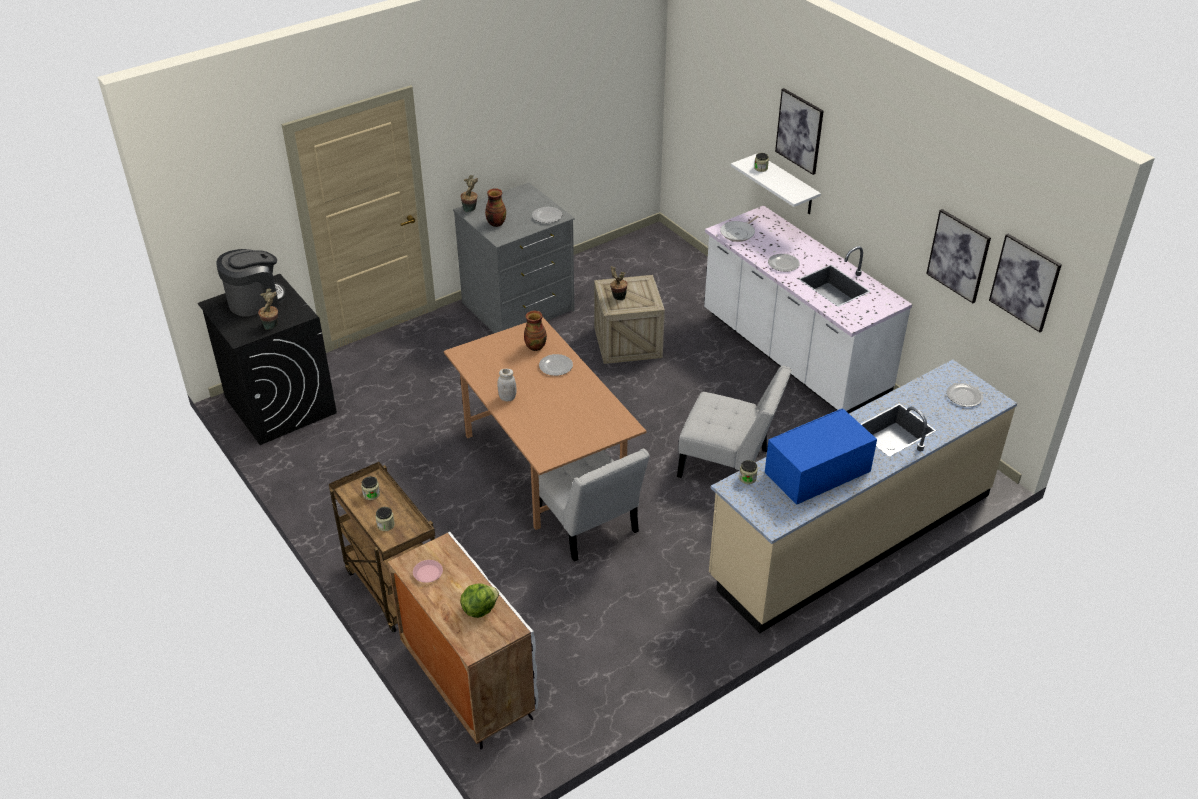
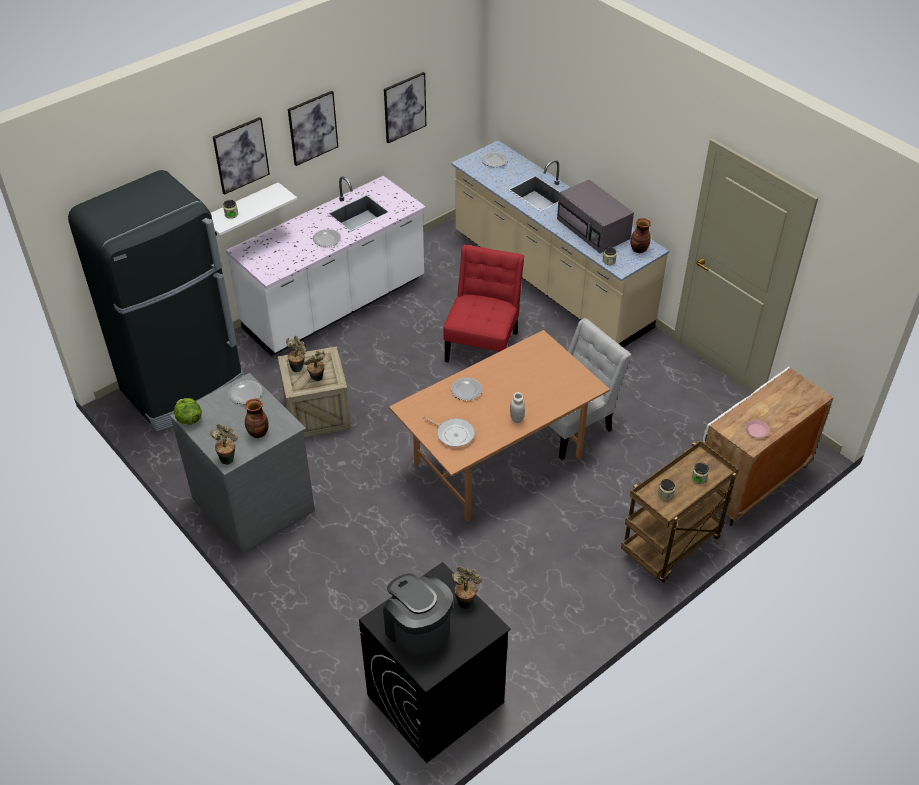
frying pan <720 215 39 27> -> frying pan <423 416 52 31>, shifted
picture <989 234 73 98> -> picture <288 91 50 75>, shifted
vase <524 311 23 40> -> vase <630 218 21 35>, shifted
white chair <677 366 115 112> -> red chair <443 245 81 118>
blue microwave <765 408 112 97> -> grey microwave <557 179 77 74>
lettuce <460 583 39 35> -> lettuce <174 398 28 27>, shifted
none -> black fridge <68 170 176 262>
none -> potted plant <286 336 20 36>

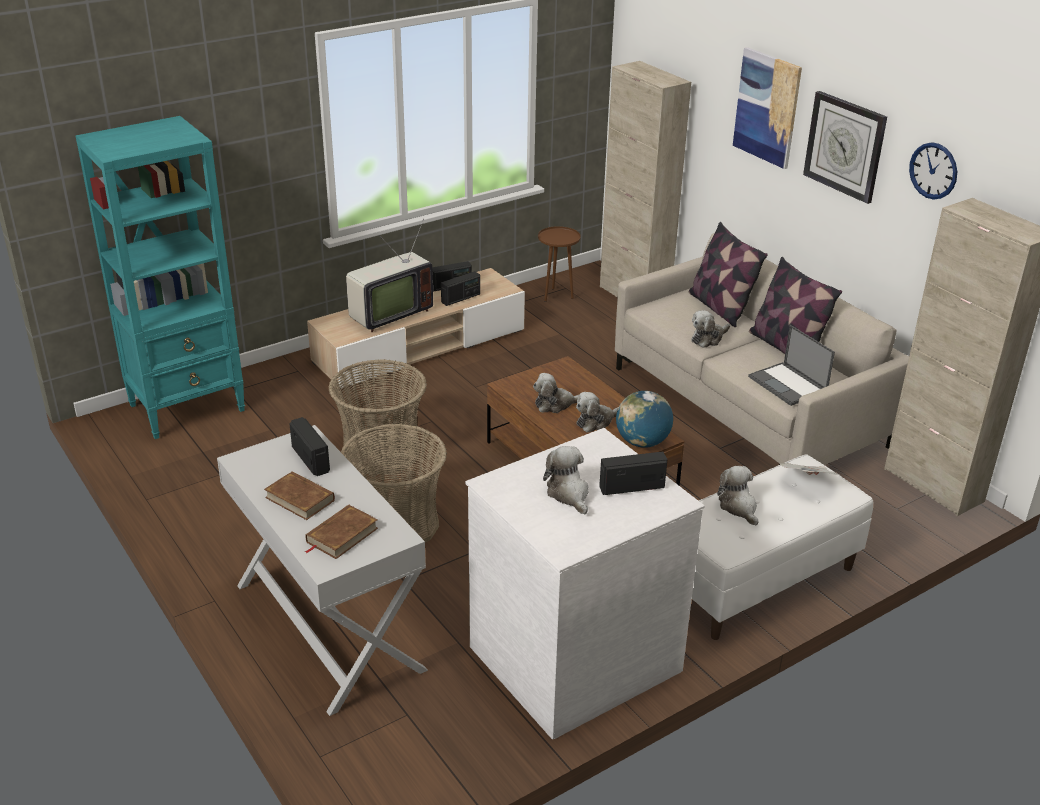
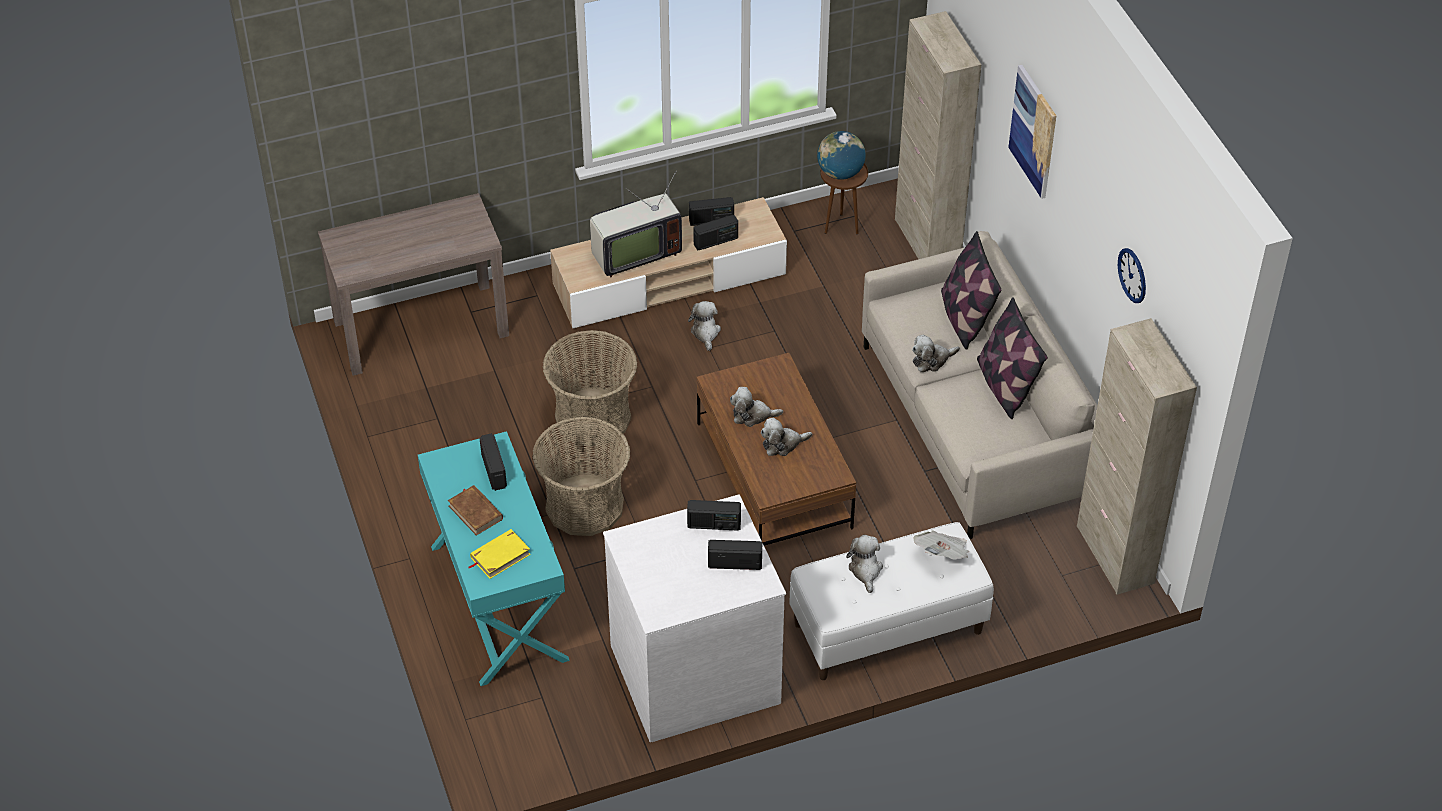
wall clock <803 91 84 113> -> none
turquoise bookcase <75 116 170 323> -> brown console table <318 193 191 183>
laptop <748 325 87 81> -> none
globe <616 391 57 57> -> globe <817 131 49 49>, shifted
white console table <217 425 211 291> -> turquoise console table <418 431 152 255>
plush toy <543 446 46 68> -> plush toy <688 301 33 50>, shifted
brown book <305 505 73 54> -> yellow book <468 529 63 50>
none -> radio <687 500 54 31>

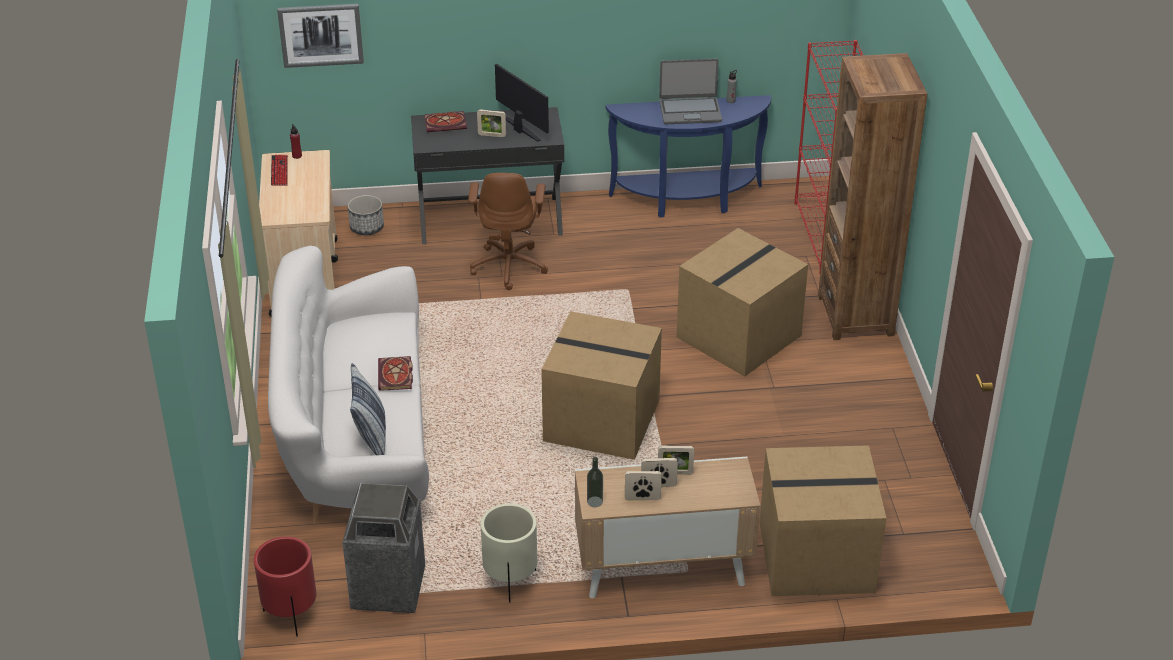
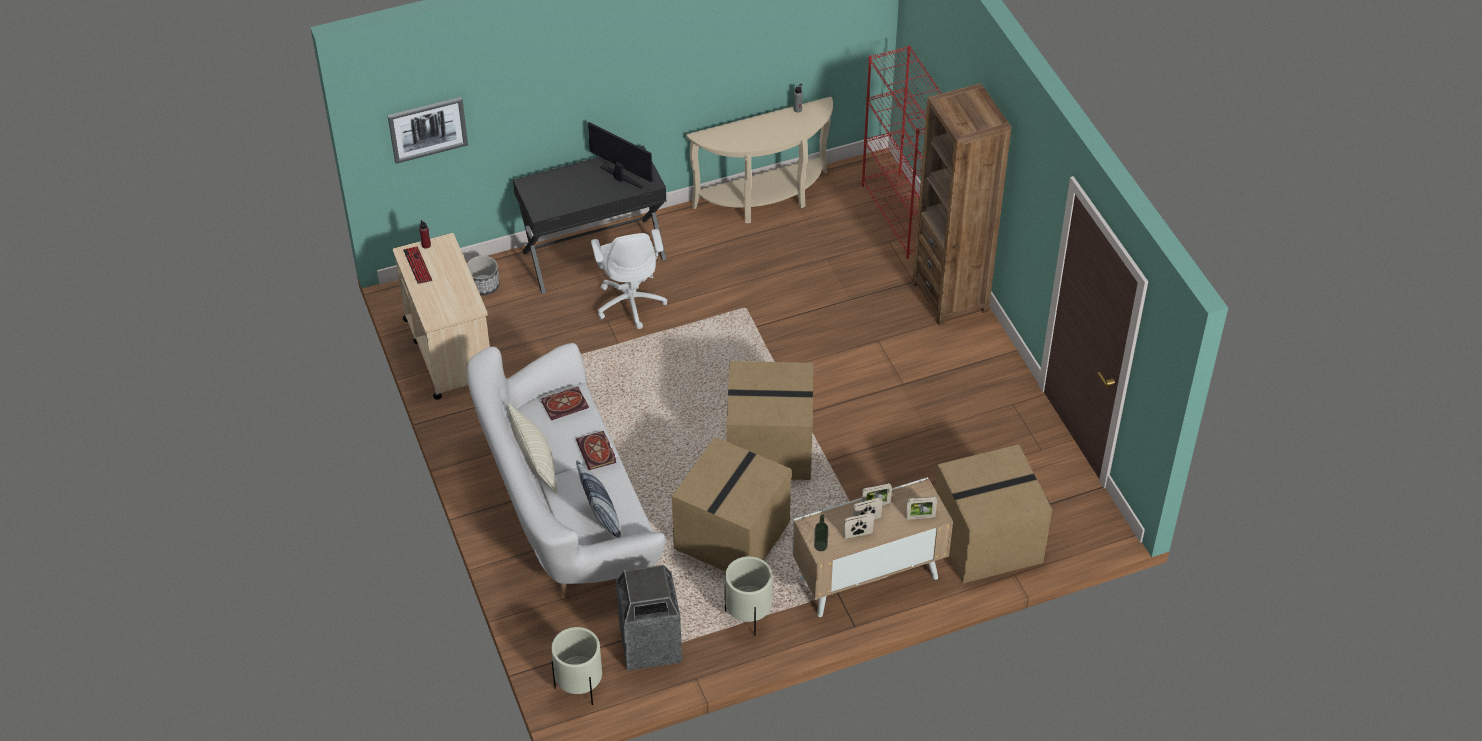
laptop <659 59 63 65> -> none
blue console table <605 95 166 123> -> beige console table <686 97 147 126>
picture frame <477 109 29 28> -> picture frame <906 497 31 23>, shifted
book <424 111 43 21> -> book <541 387 48 33>, shifted
brown office chair <468 173 80 117> -> white office chair <591 229 76 100>
cardboard box <676 228 132 149> -> cardboard box <672 437 119 135>, shifted
red planter <254 536 62 100> -> beige planter <551 627 51 78>
none -> beige pillow <507 403 50 91>

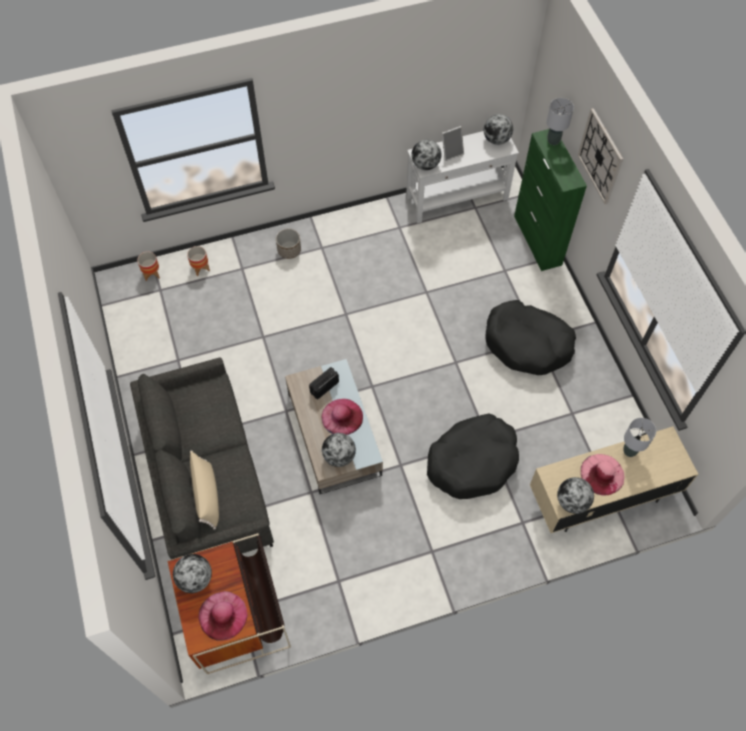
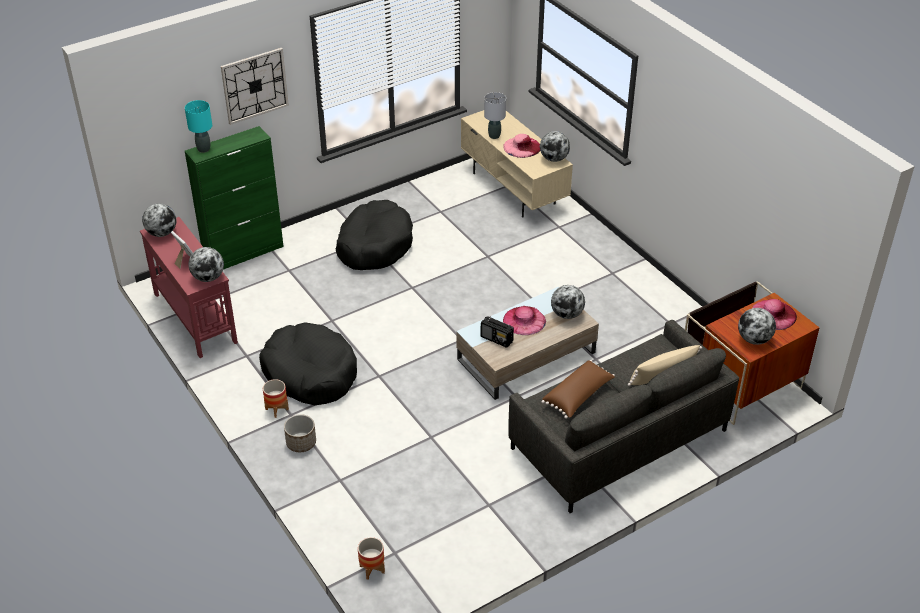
grey table lamp <546 98 28 47> -> turquoise table lamp <185 100 27 53>
white console table <406 131 113 92> -> red console table <140 217 98 141>
planter <187 246 23 30> -> planter <263 379 26 39>, shifted
black dog bed <427 413 92 86> -> black dog bed <259 322 98 83>, shifted
none -> brown pillow <541 360 74 59>

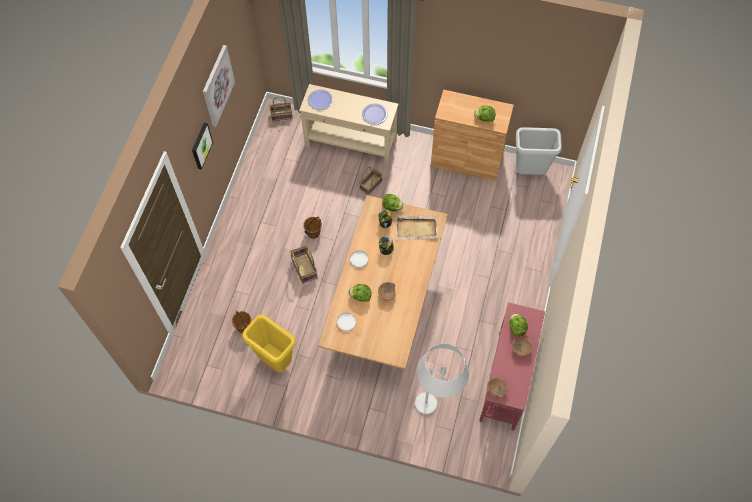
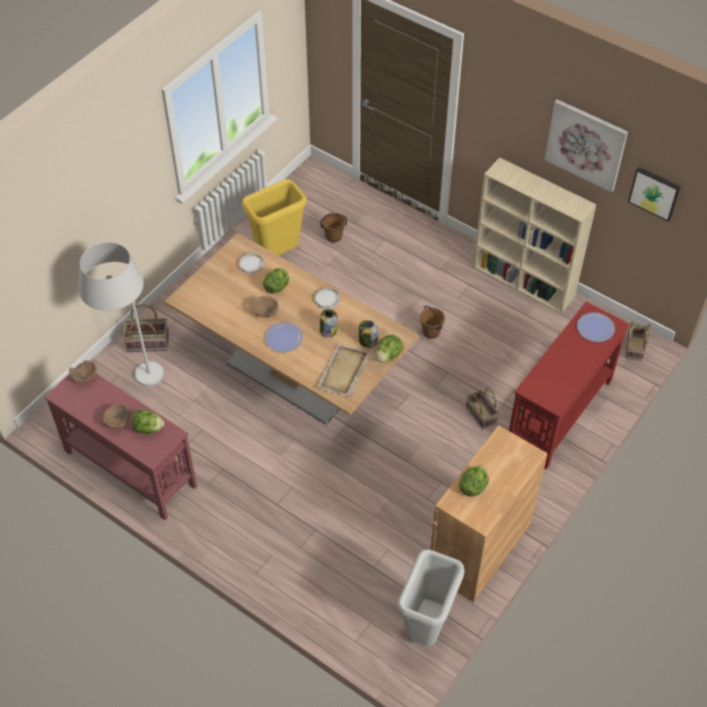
beige console table <299 84 99 82> -> red console table <509 302 121 167>
plate <362 103 26 22> -> plate <265 322 38 30>, shifted
picture <192 122 21 48> -> picture <628 167 53 55>, shifted
basket <290 245 28 39> -> basket <123 304 46 48>, shifted
none -> beige bookcase <473 157 123 157>

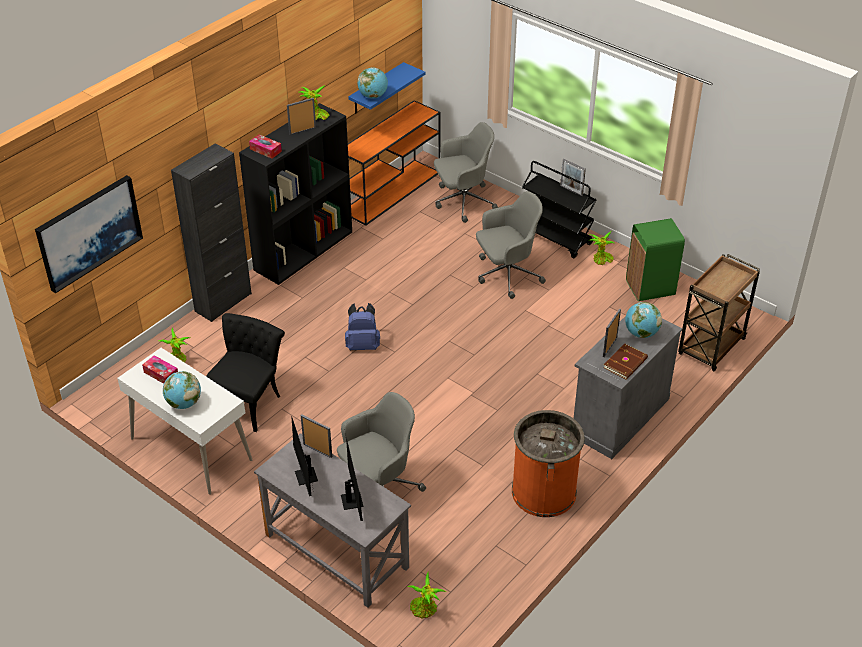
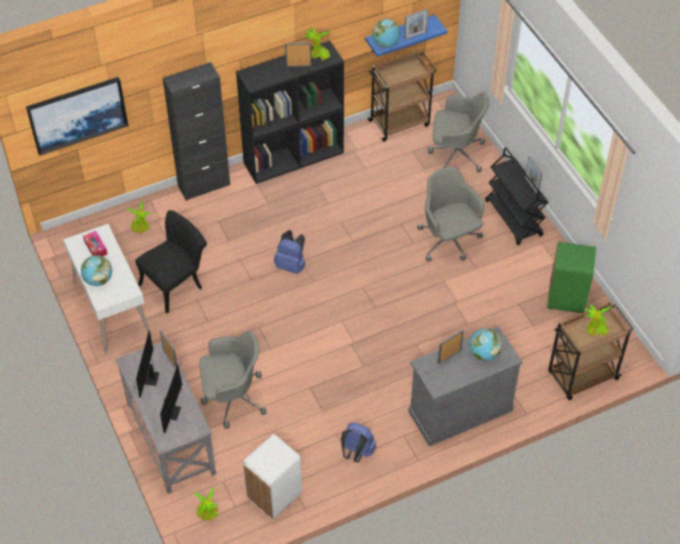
orange console table <348 100 93 125> -> brown cart <367 51 70 91>
tissue box <249 134 33 25> -> none
grey office chair <476 191 70 108> -> grey office chair <417 167 68 95>, 120 degrees counterclockwise
potted plant <589 231 26 34> -> potted plant <584 302 27 34>, shifted
brown book <604 344 44 36> -> none
orange trash can <512 410 73 107> -> blue backpack <341 423 35 40>
none -> picture frame <404 9 24 30>
none -> white trash can <243 434 59 86>

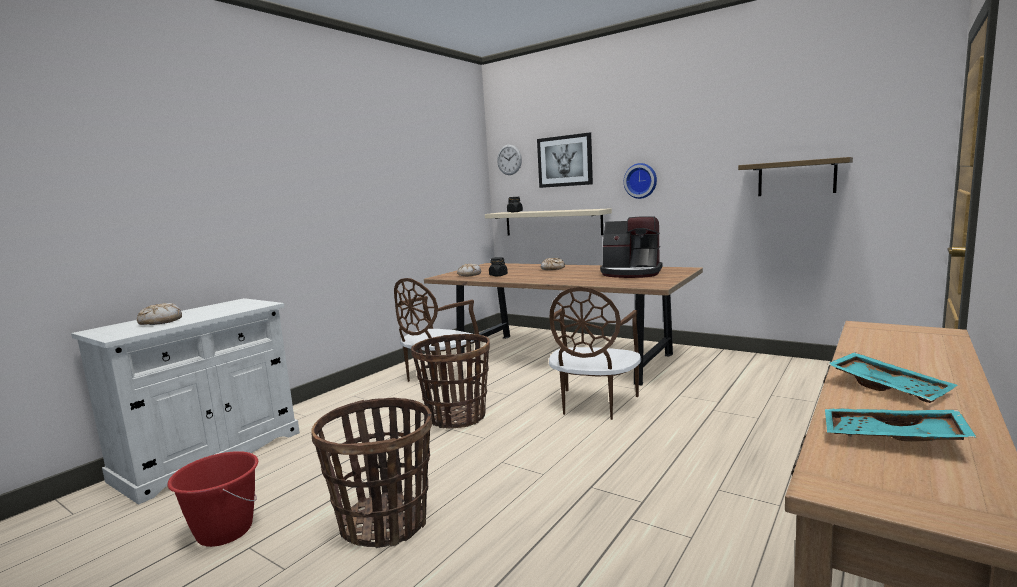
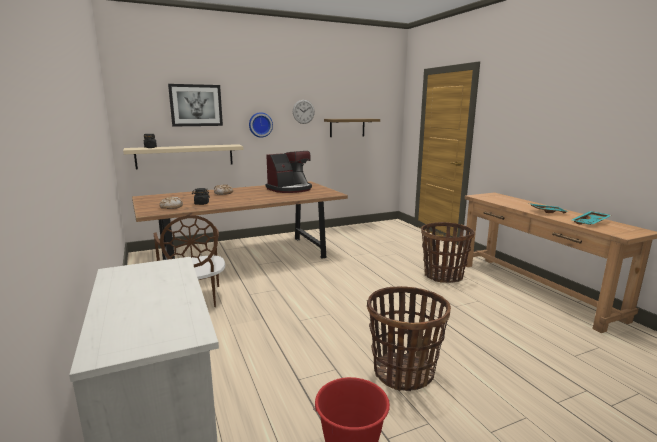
wall clock <497 145 25 30> -> wall clock <293 100 22 24>, shifted
brown chair <549 287 92 133> -> none
bread <137 303 45 22> -> none
basket <411 334 79 94> -> basket <421 222 53 61>, shifted

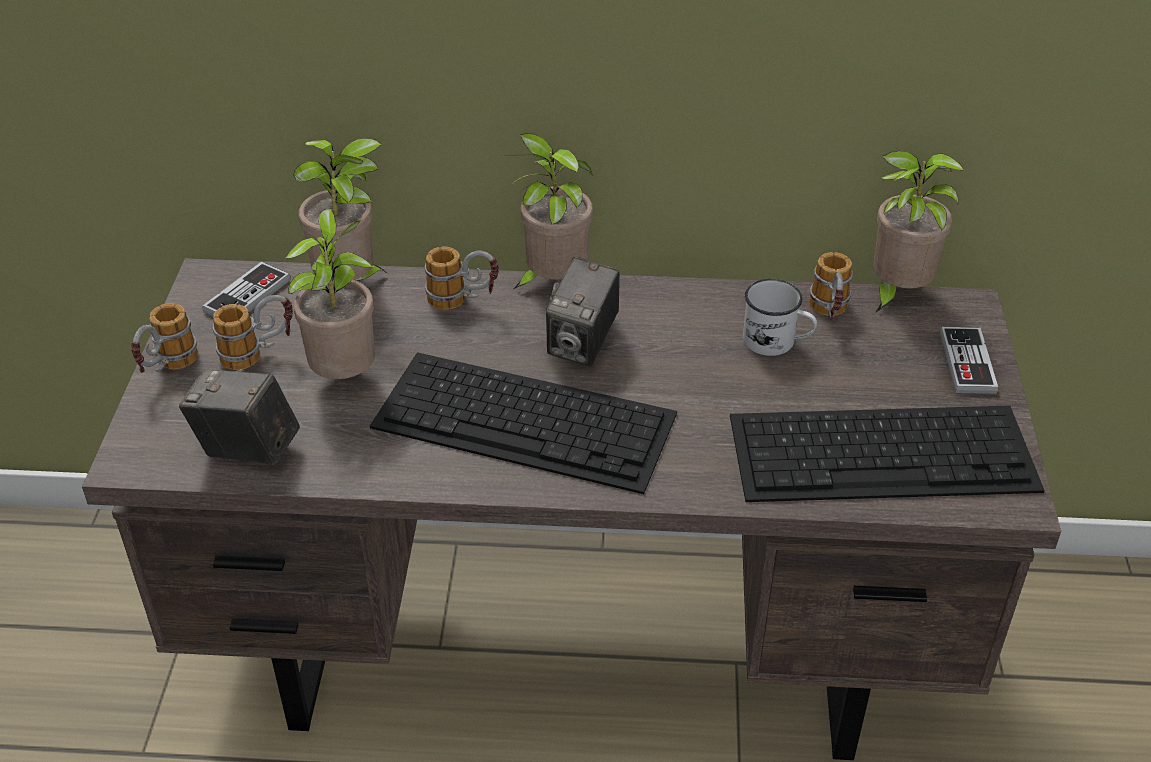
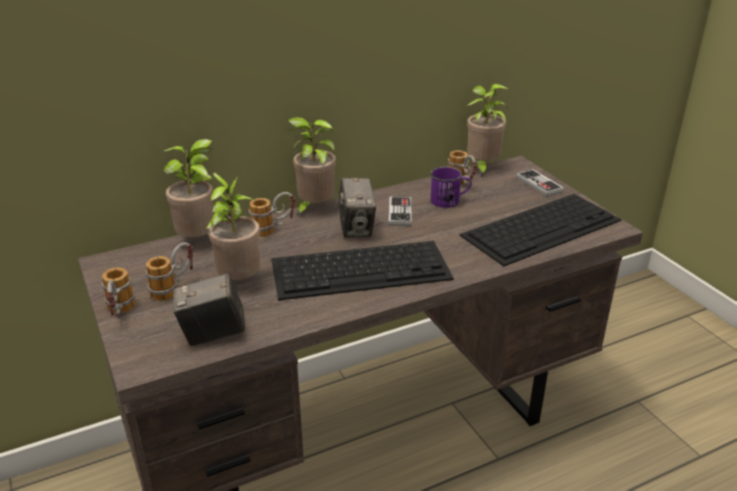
game controller <202 262 89 55> -> game controller <388 196 24 30>, shifted
white mug <743 279 74 77> -> purple mug <431 166 41 42>

